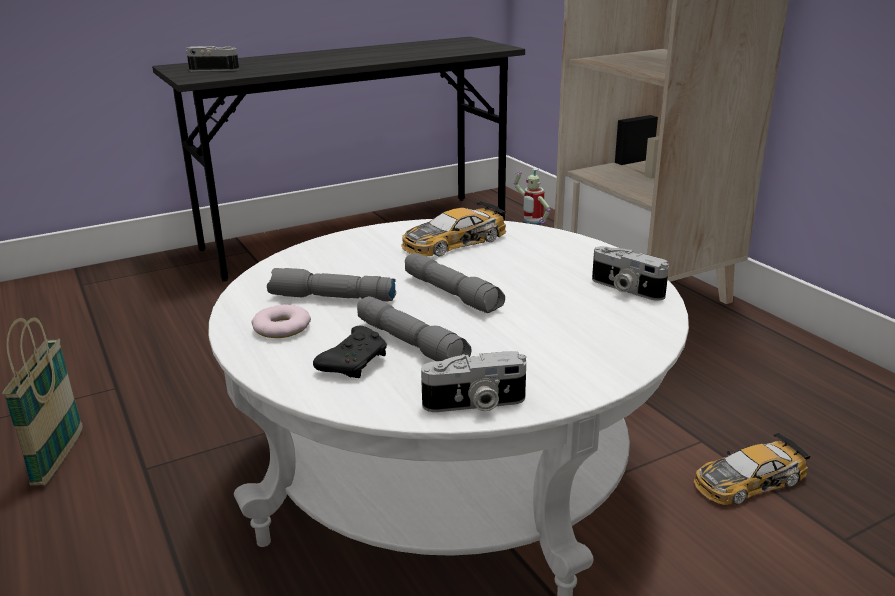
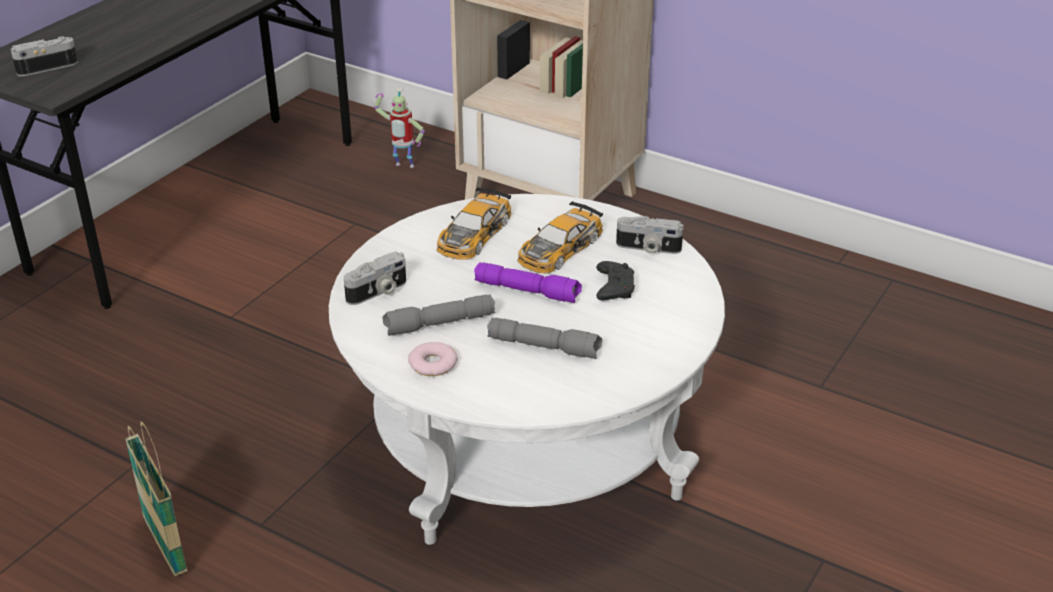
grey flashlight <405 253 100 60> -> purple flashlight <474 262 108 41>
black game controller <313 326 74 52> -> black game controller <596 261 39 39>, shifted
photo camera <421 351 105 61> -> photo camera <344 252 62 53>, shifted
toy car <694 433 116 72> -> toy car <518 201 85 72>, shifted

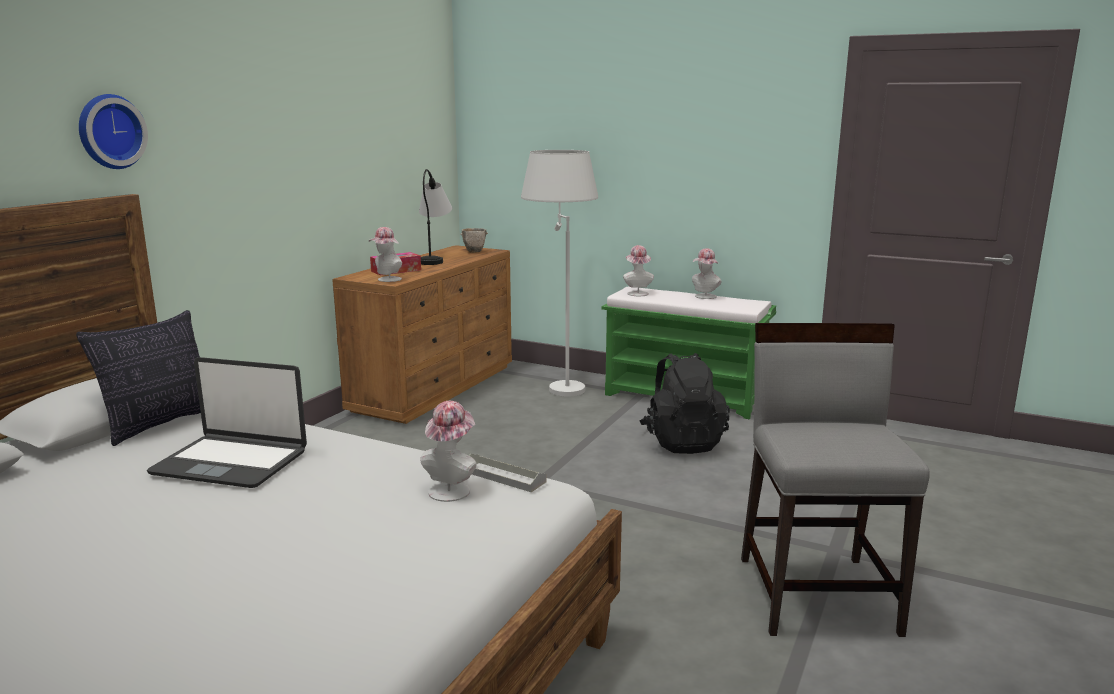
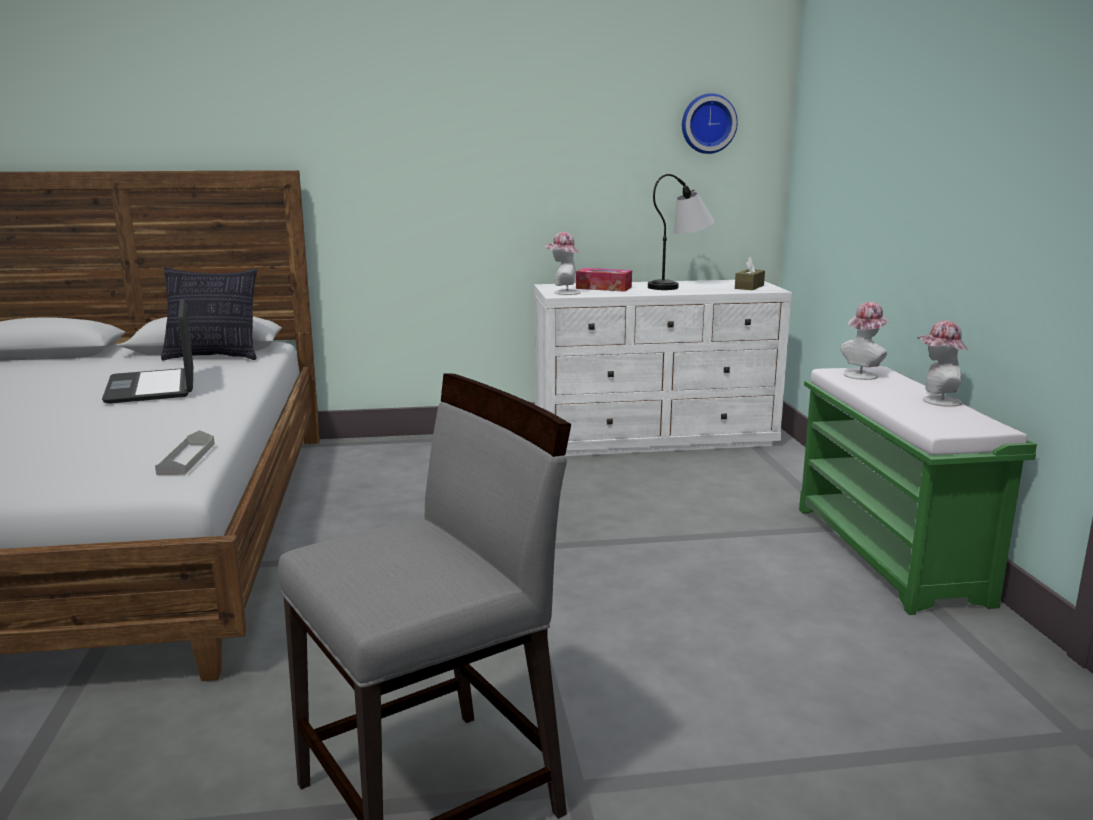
wall clock <79 94 69 75> -> wall clock <682 93 56 61>, shifted
white floor lamp <521 150 77 247> -> none
bowl <460 228 28 25> -> brown tissue box <735 257 30 33>
brown dresser <332 245 180 179> -> white dresser <534 280 258 176>
black backpack <640 353 90 101> -> none
hat <420 401 57 101> -> none

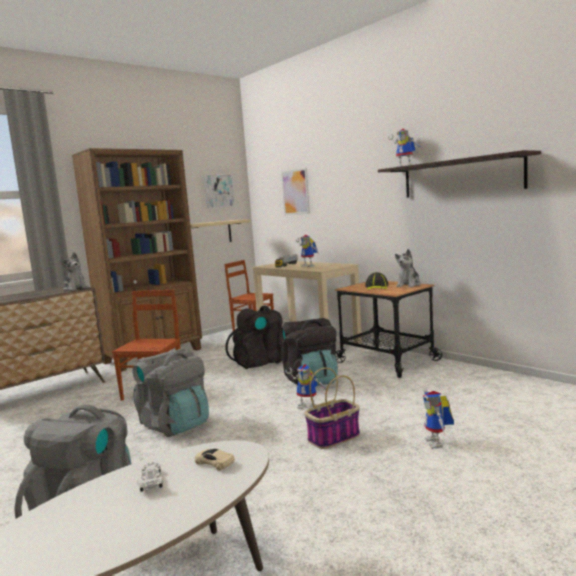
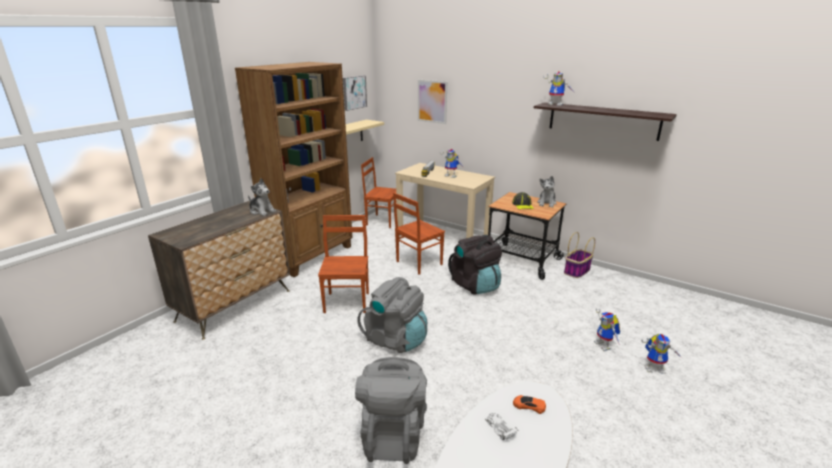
black backpack <225 306 58 63> -> brown chair <393 193 52 82>
toy robot <285 364 44 45> -> toy robot <641 333 42 41>, shifted
basket <304 368 56 81> -> basket <564 232 31 46>, shifted
beige toy car <195 449 40 22> -> orange toy car <513 395 33 19>

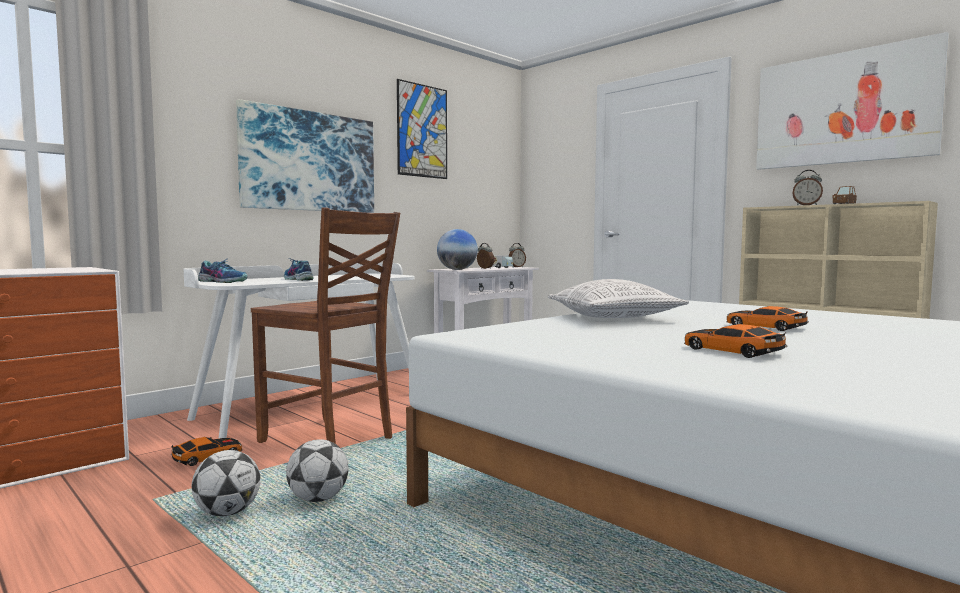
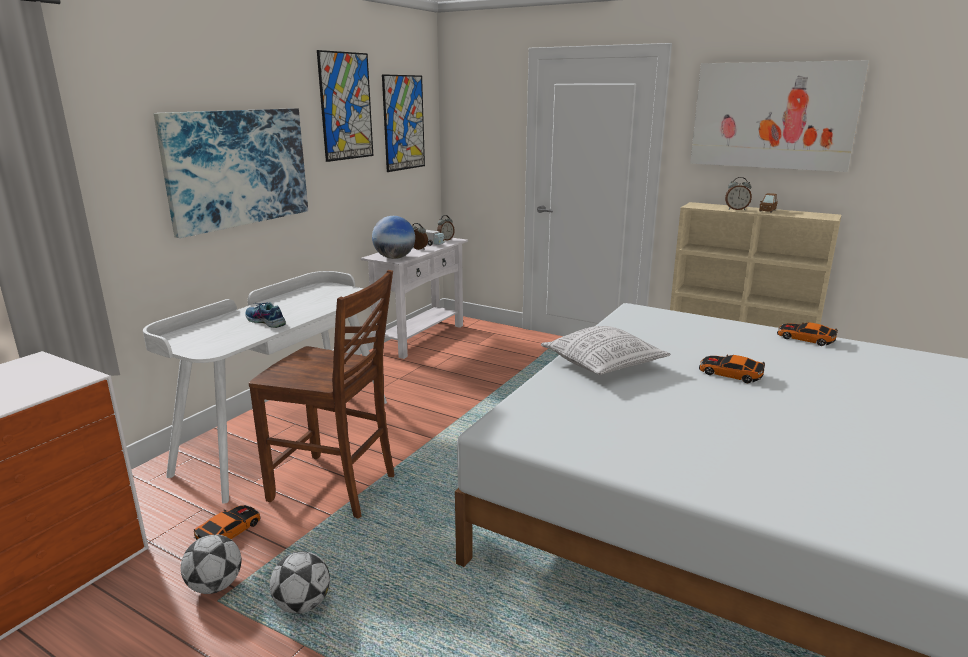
shoe <198 258 49 25> -> none
toy car <684 324 103 34> -> toy car <777 322 61 24>, shifted
football <286 439 63 63> -> football <181 534 60 60>, shifted
none -> picture <382 74 43 98>

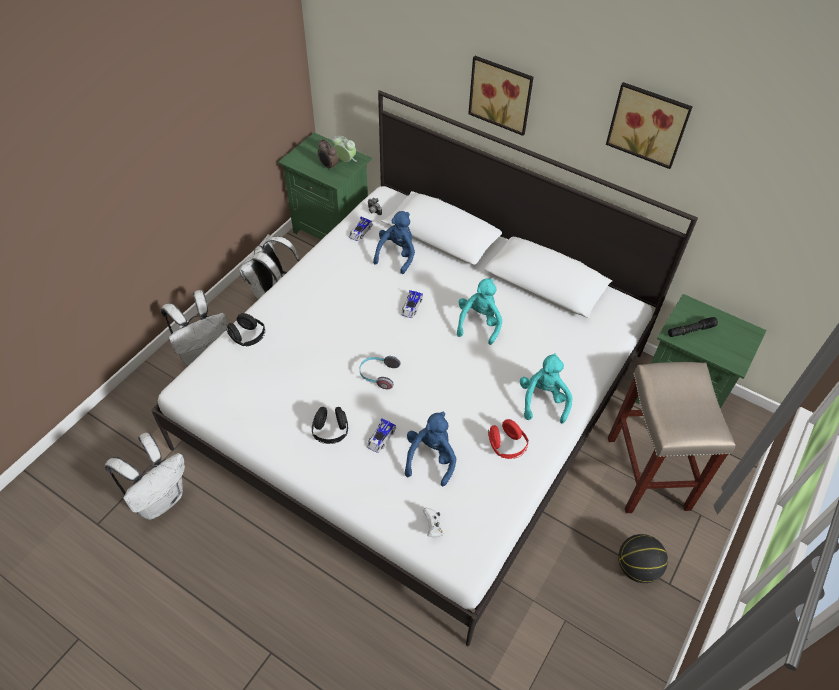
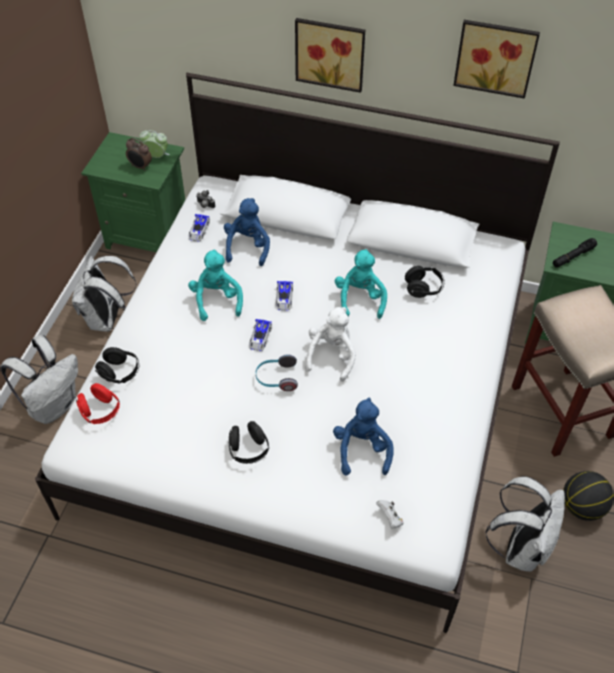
turquoise plush toy <520 353 52 71> -> turquoise plush toy <188 249 55 72>, shifted
toy car <367 418 30 35> -> toy car <249 319 23 32>, shifted
red headphones <488 419 41 40> -> red headphones <76 383 44 41>, shifted
white backpack <105 433 80 87> -> white backpack <486 476 79 96>, shifted
none -> black headphones <405 266 40 32>
none -> white plush toy <305 307 51 75>

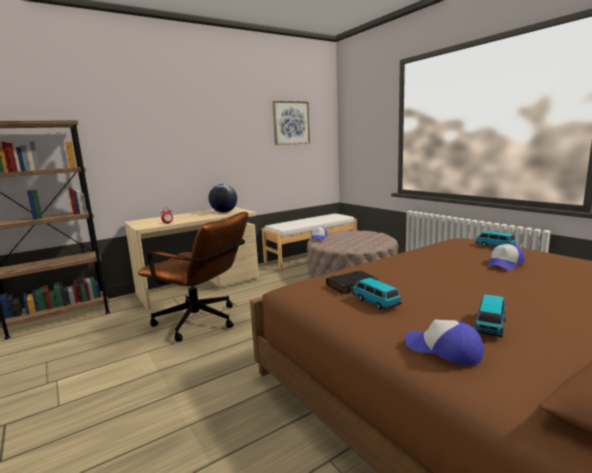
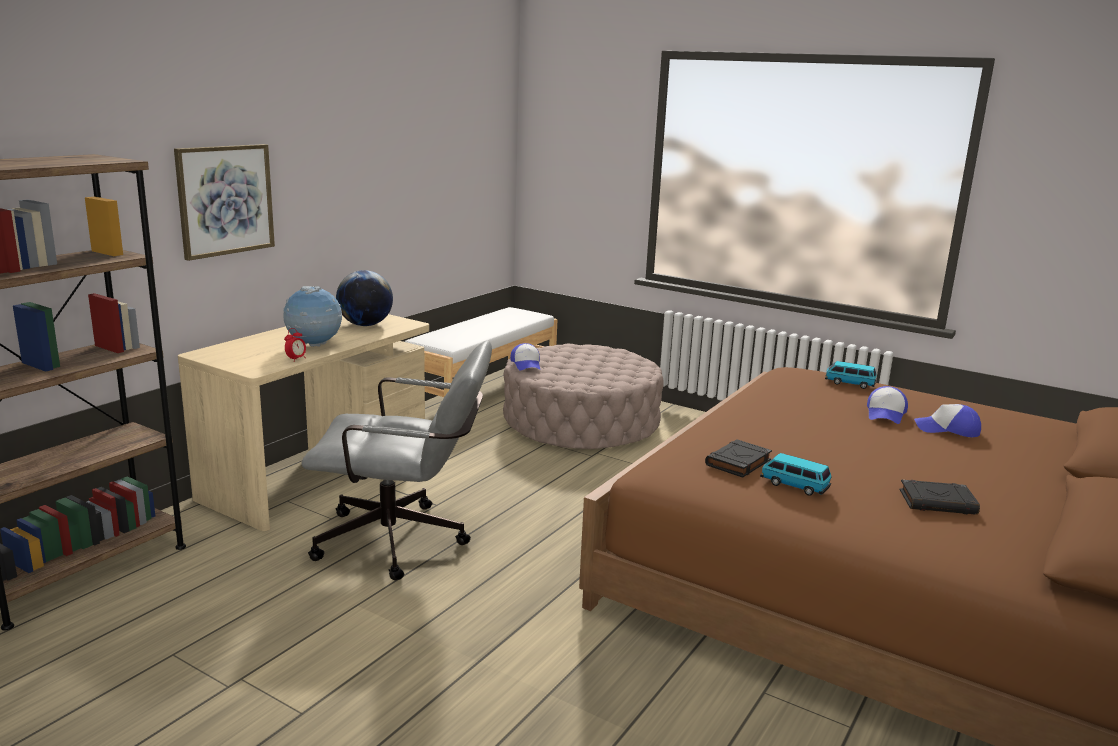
picture <273 101 37 44> -> picture <174 144 101 117>, shifted
brown office chair <138 212 110 130> -> grey office chair <301 341 191 239>
toy car <474 295 32 42> -> black book <900 480 80 35>
cap <405 320 79 45> -> cap <914 404 67 33>, shifted
none -> globe <283 286 59 61>

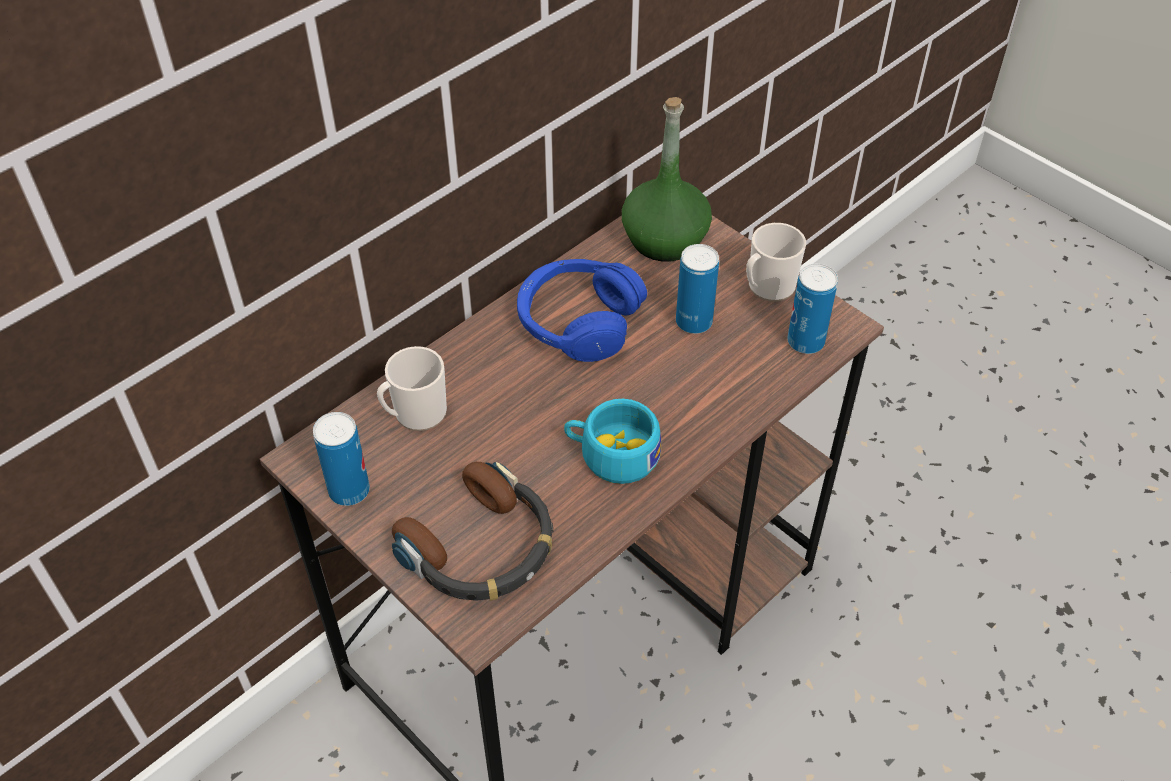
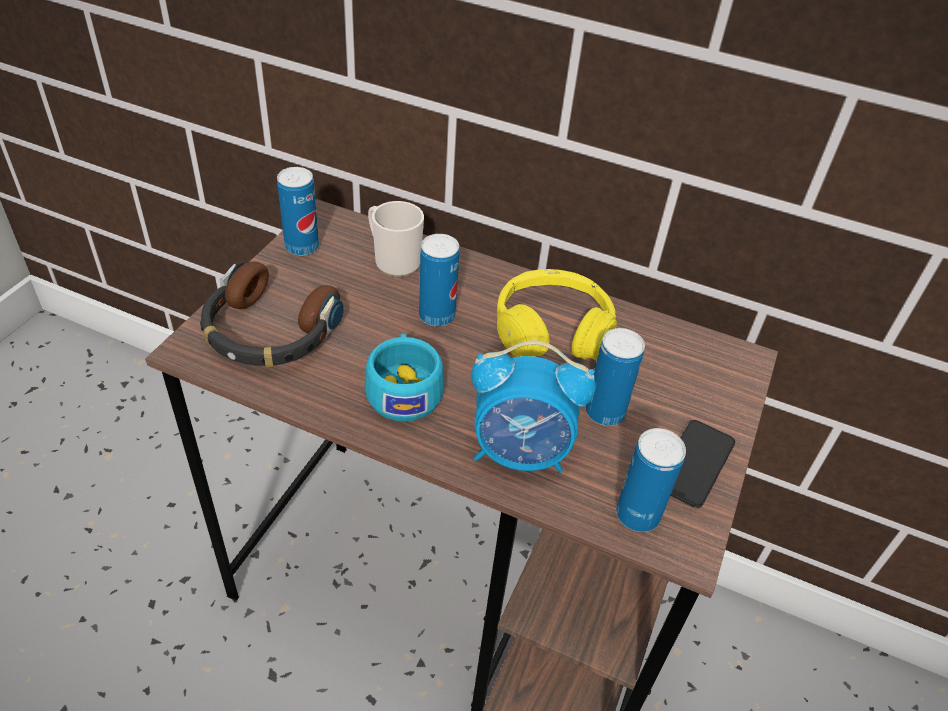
green bottle <622 97 90 165> -> none
mug <746 223 60 79> -> phone <670 420 65 88>
blue headphones <517 259 130 103> -> yellow headphones <497 269 120 91>
none -> can <419 234 41 92>
none -> alarm clock <471 340 125 133>

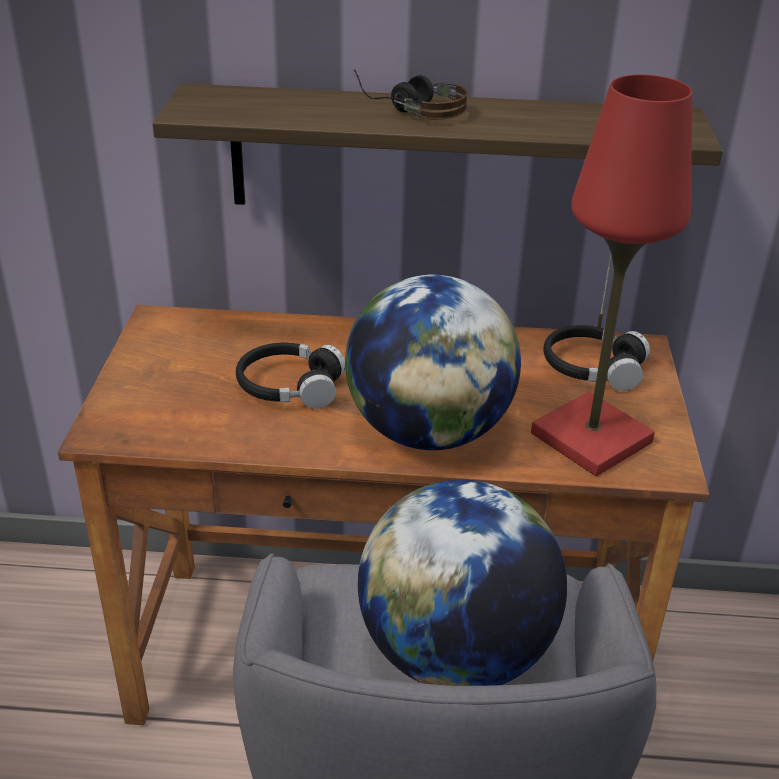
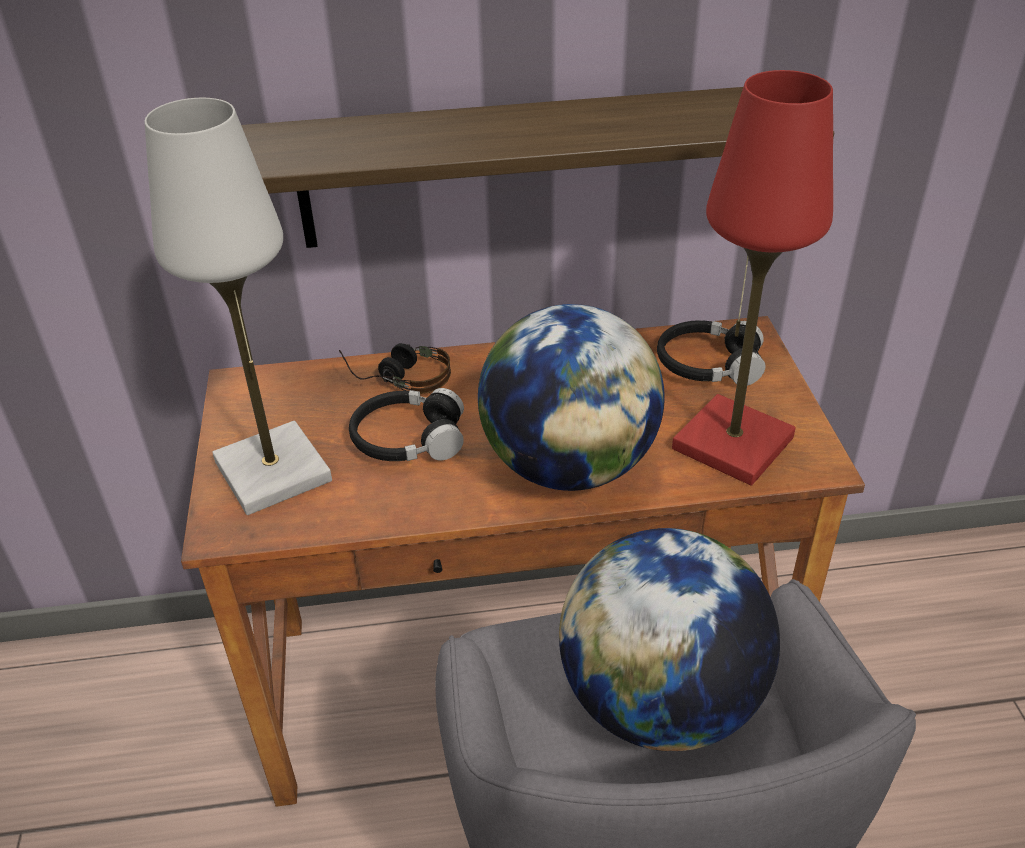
headphones <354 69 114 51> -> headphones <339 343 112 51>, shifted
none -> white table lamp <144 98 188 417>

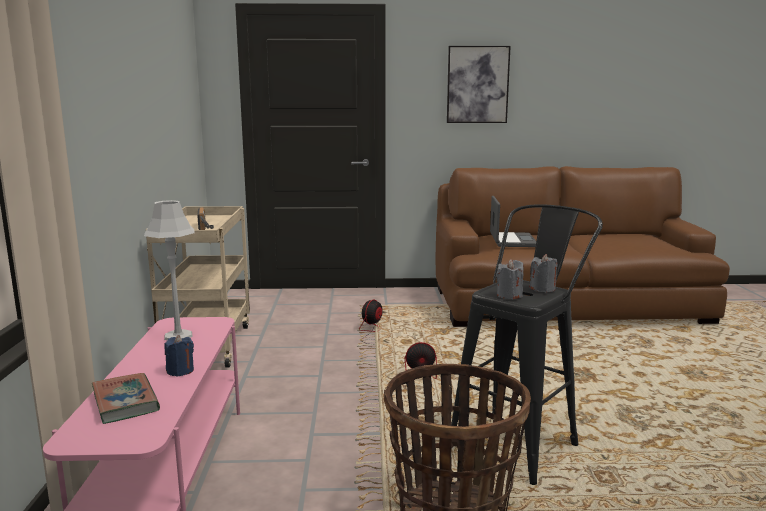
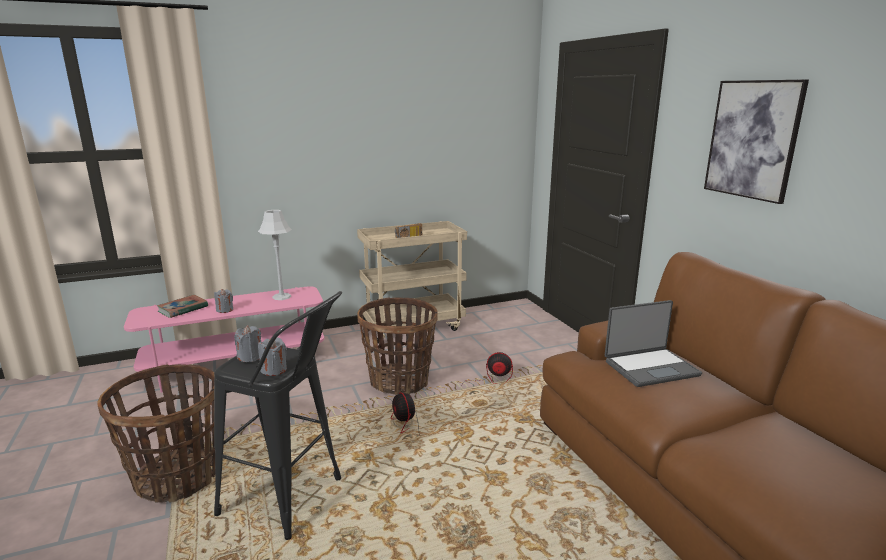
blue candle <164 335 30 42> -> grey candle <214 289 19 24>
none -> basket <357 297 81 98>

